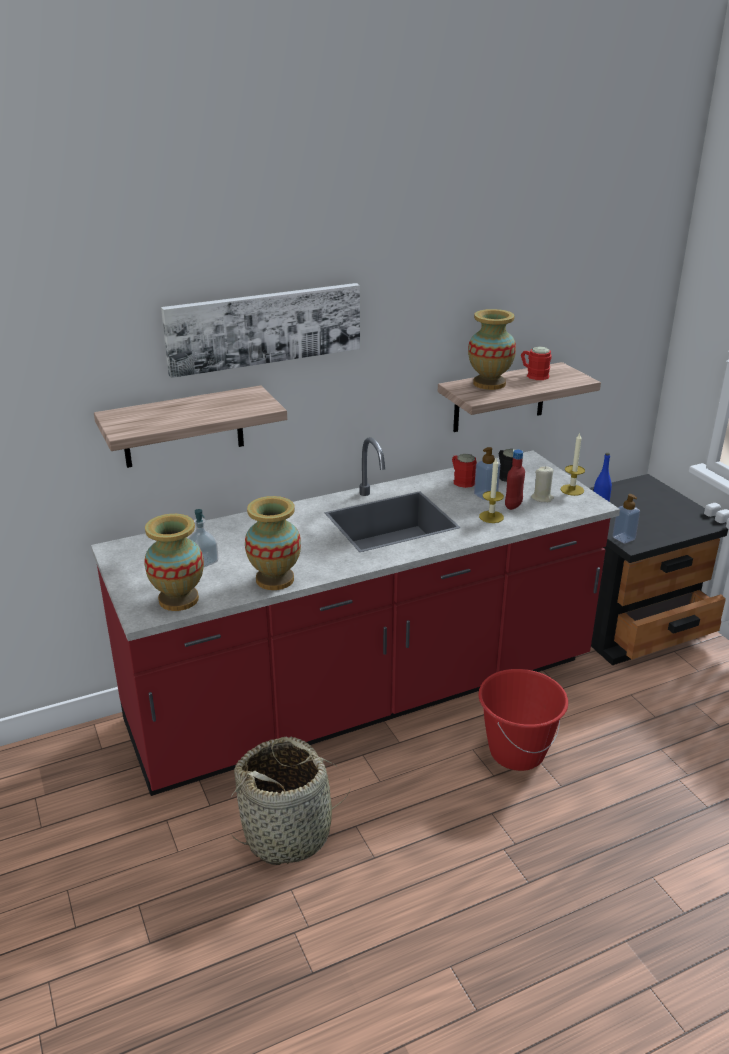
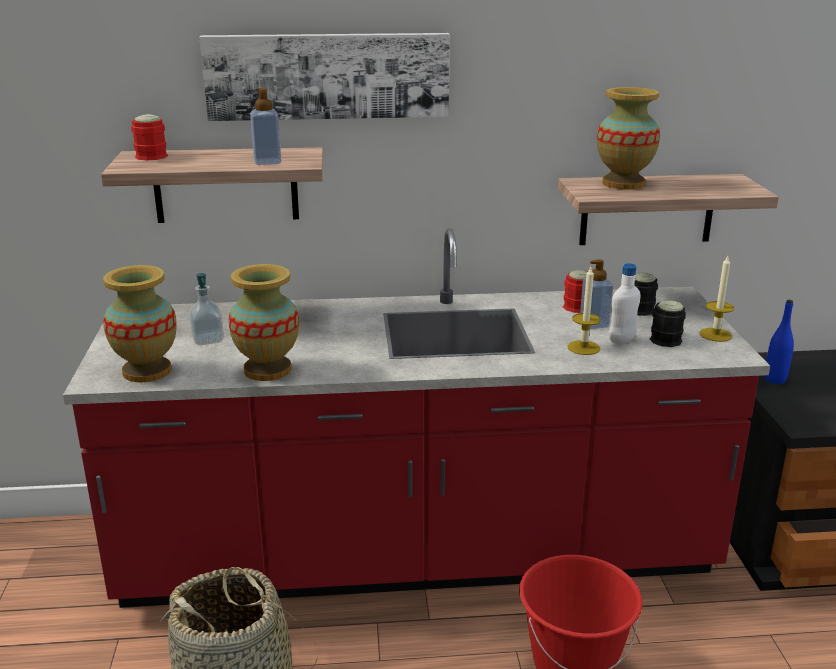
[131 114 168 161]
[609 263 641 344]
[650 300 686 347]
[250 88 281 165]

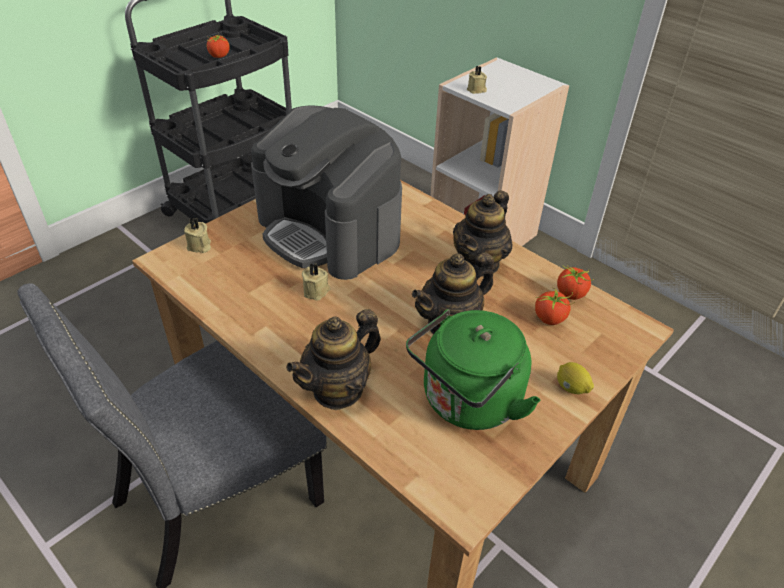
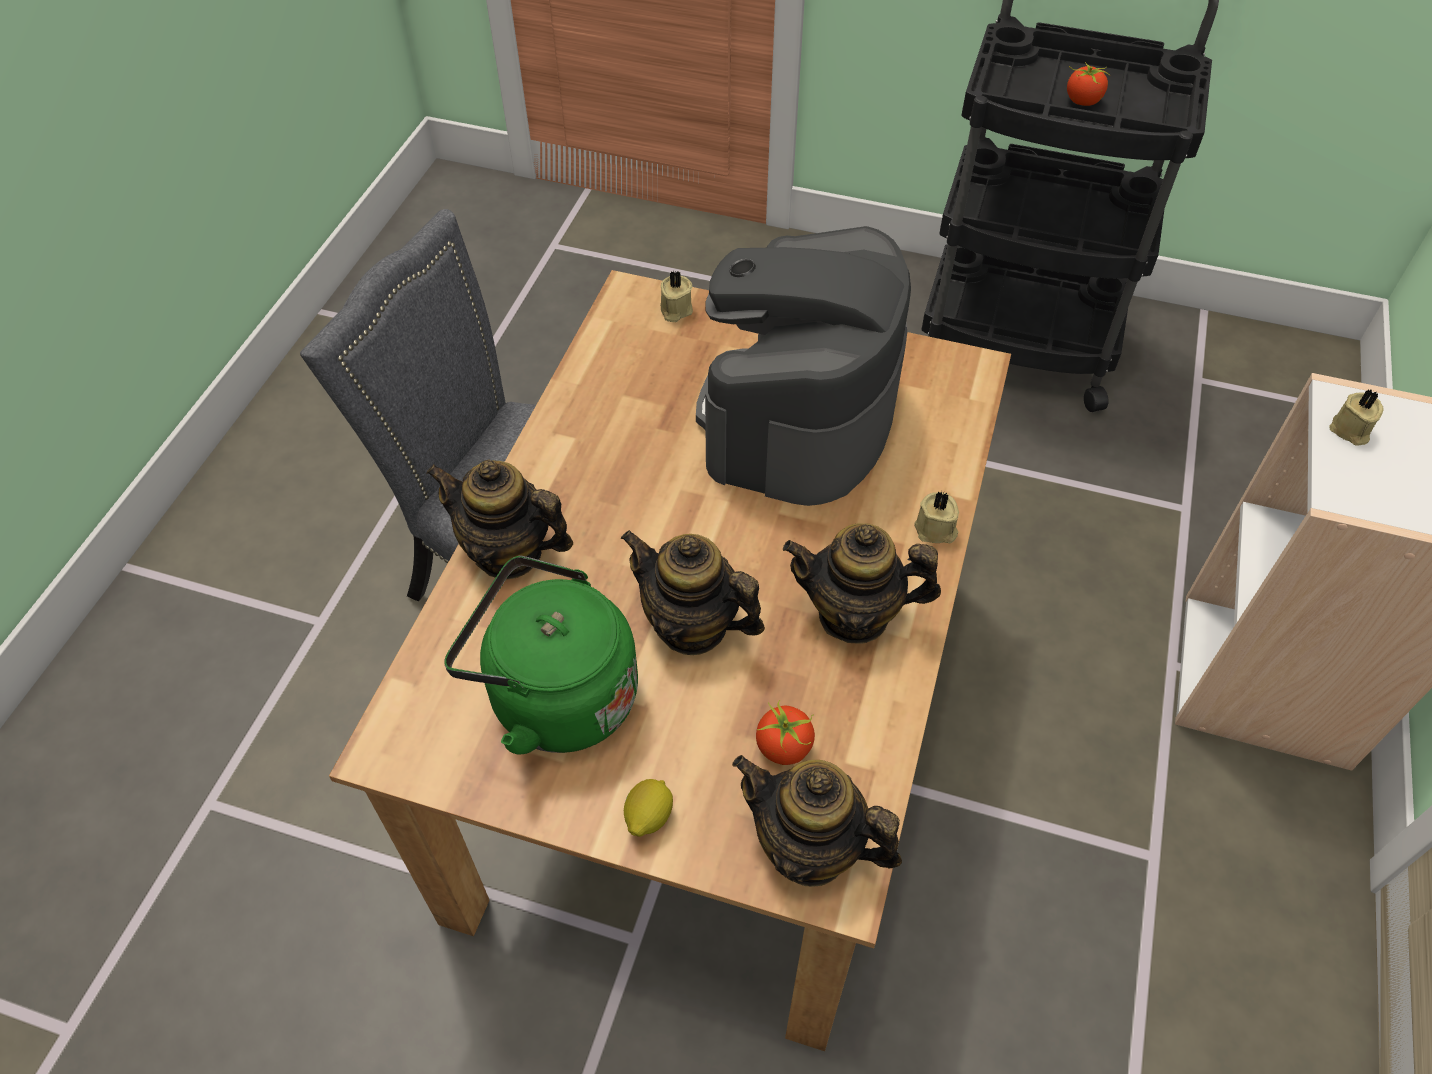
[914 492 959 543]
[557 265 594 300] (first image)
[732 755 902 887]

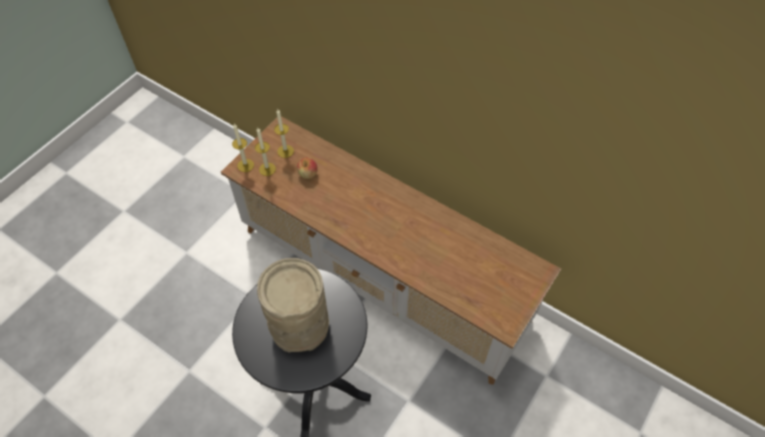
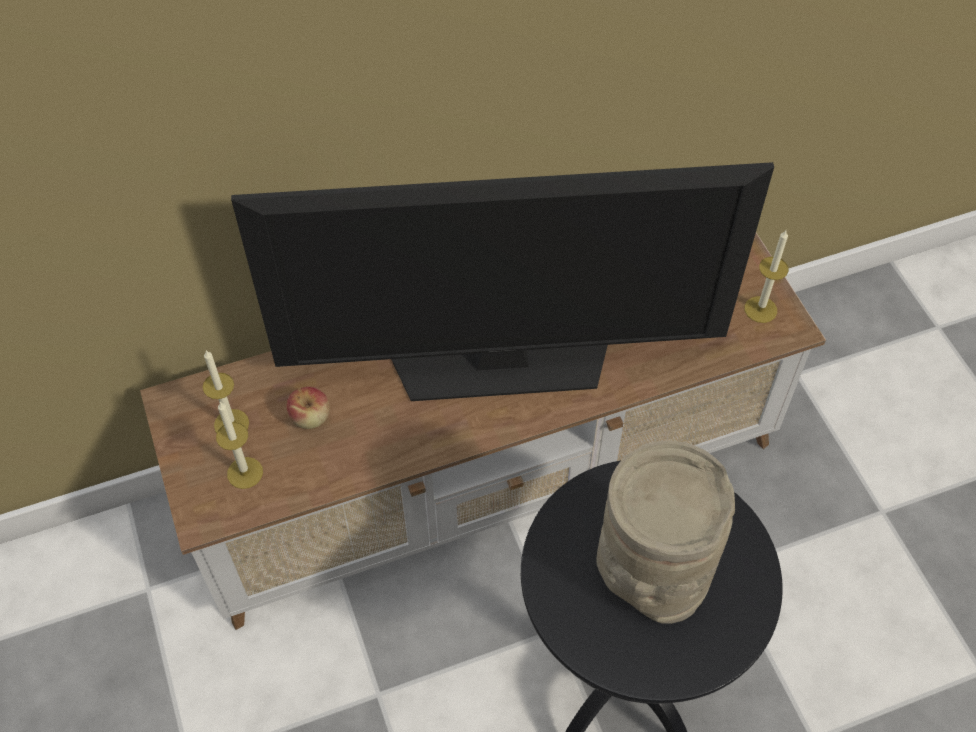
[745 230 789 323]
[231 162 774 401]

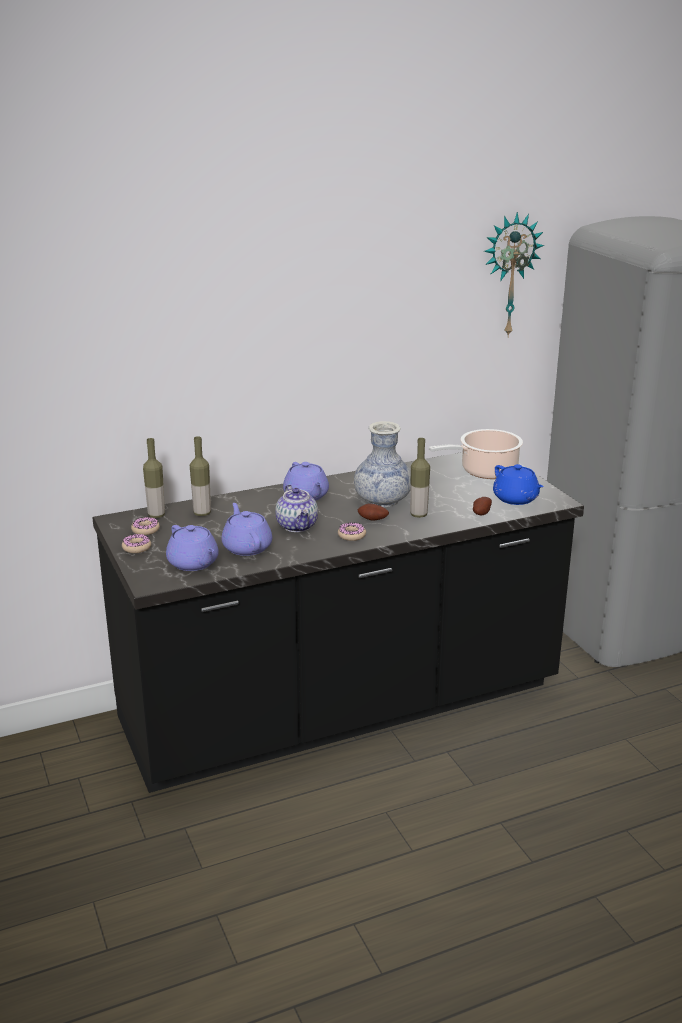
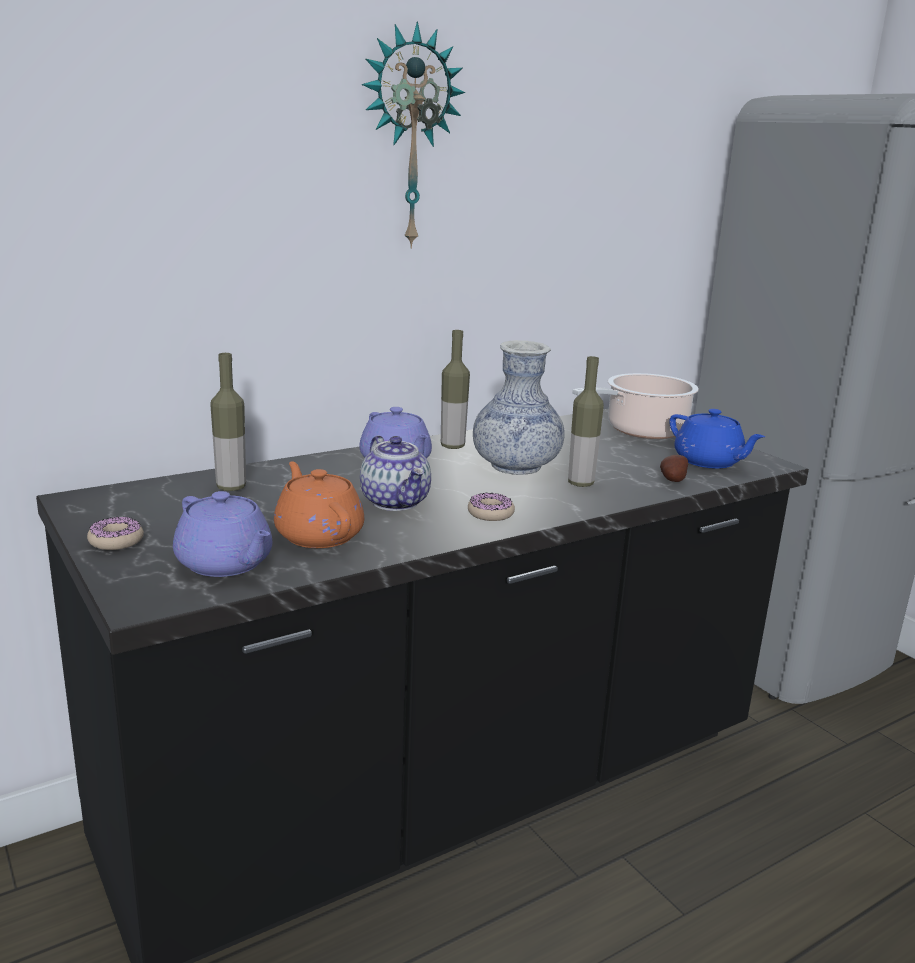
[362 22 465 248]
[441 330 470 449]
[274 461 364 548]
[357 503 389 521] (first image)
[131 517 160 535] (first image)

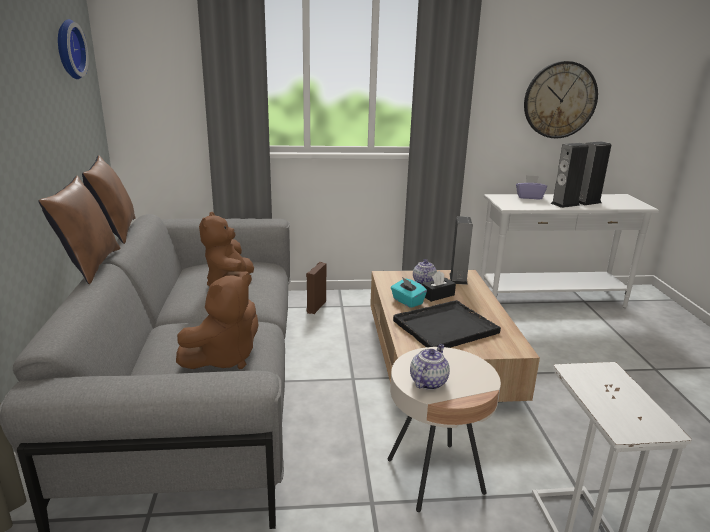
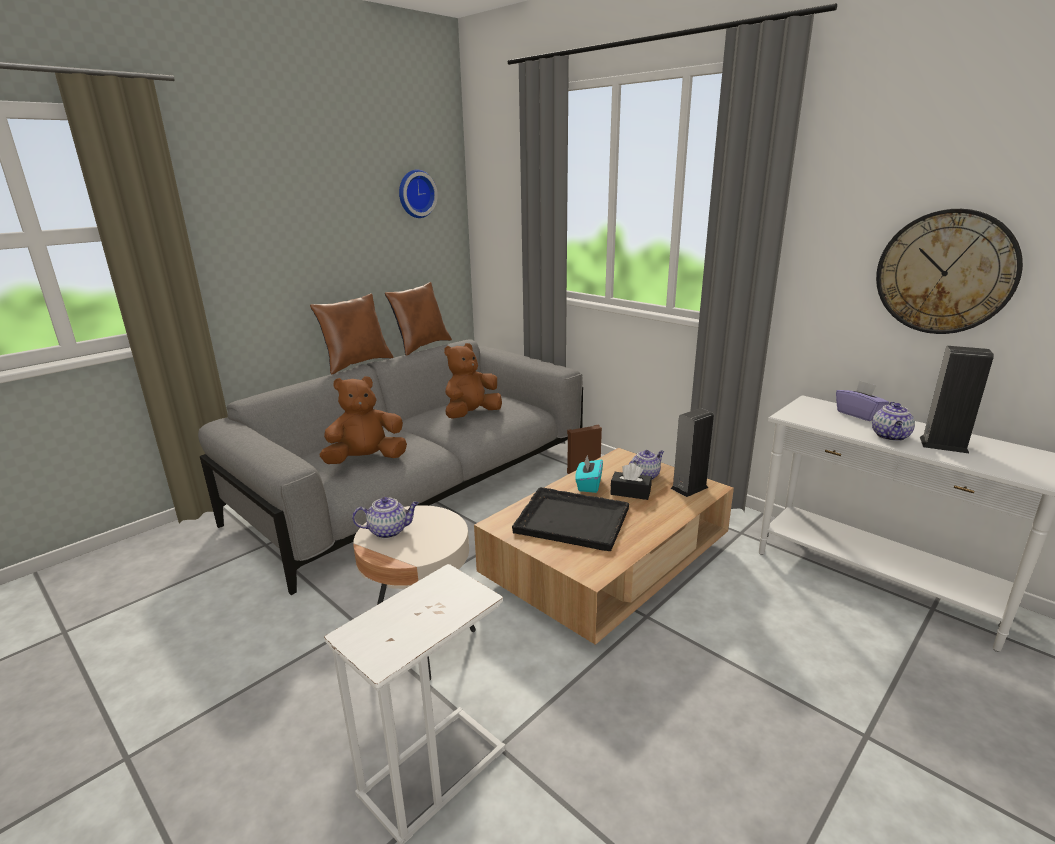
[872 402 915 441]
[319 376 407 464]

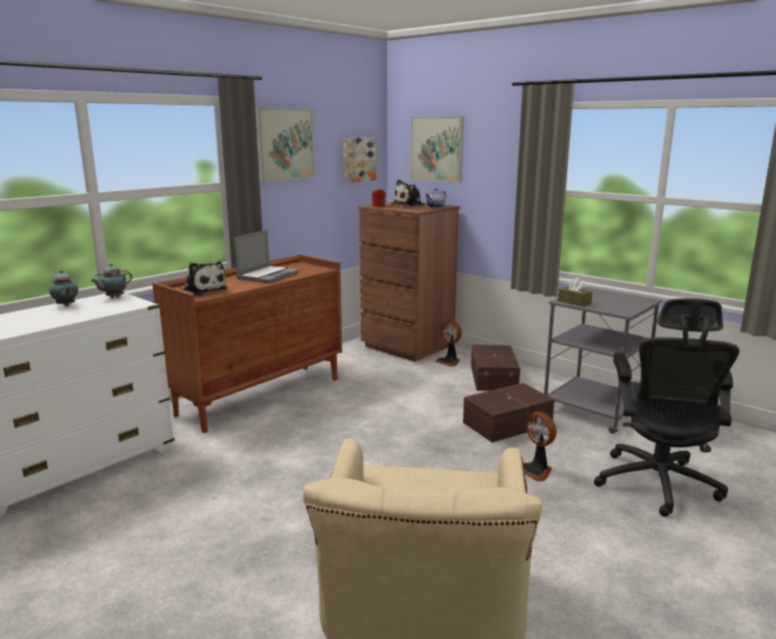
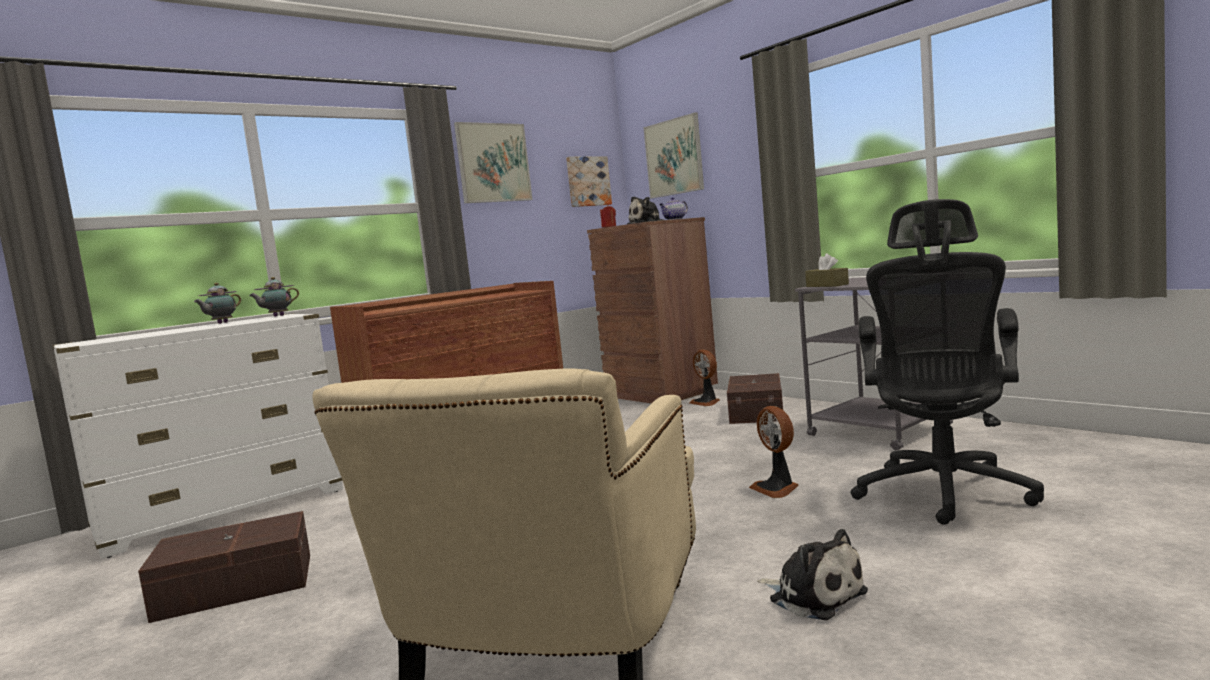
[234 230 299 283] (first image)
[757 529 868 620]
[194 283 241 324]
[138 511 310 623]

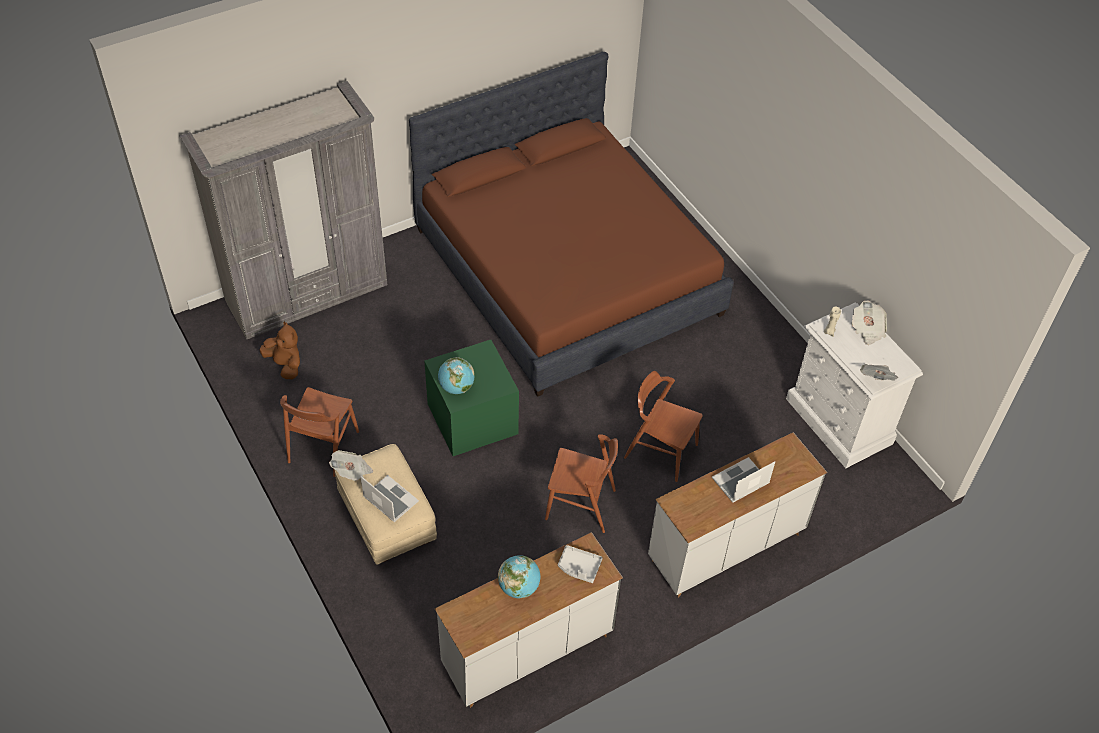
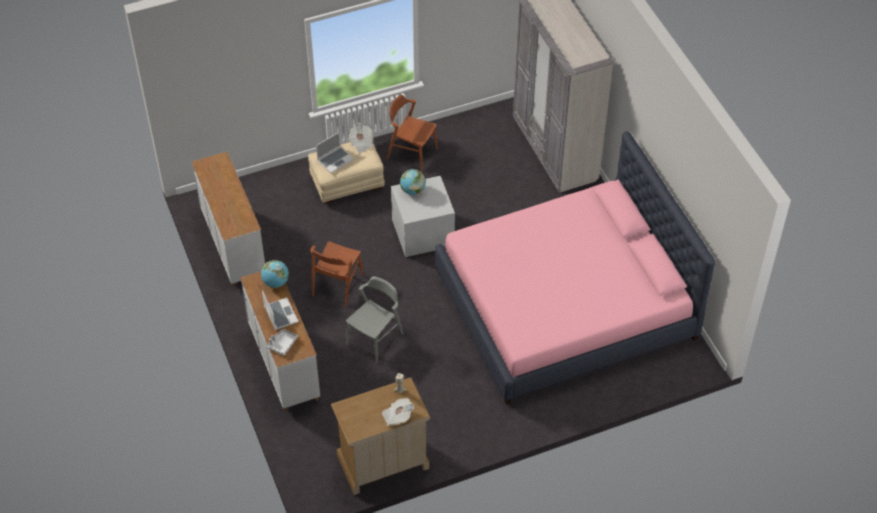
[435 131 715 405]
[331 377 430 495]
[260 322 300 379] (first image)
[391 176 455 257]
[860 364 899 381] (first image)
[346 277 403 363]
[267 329 298 356]
[261 260 289 288]

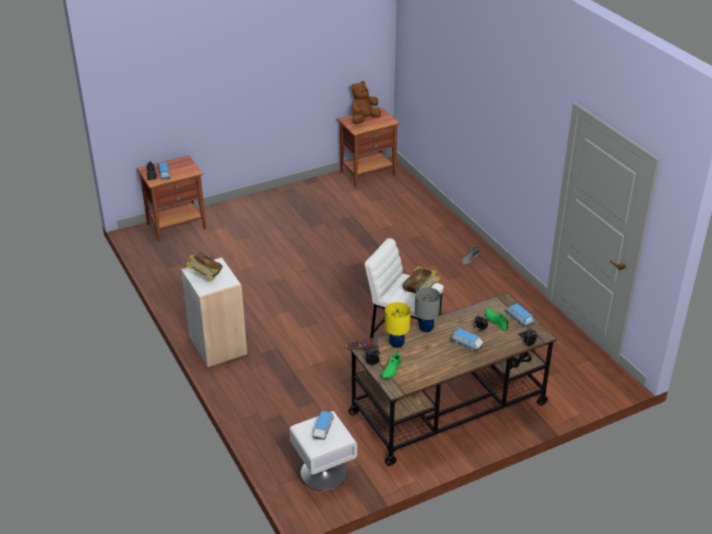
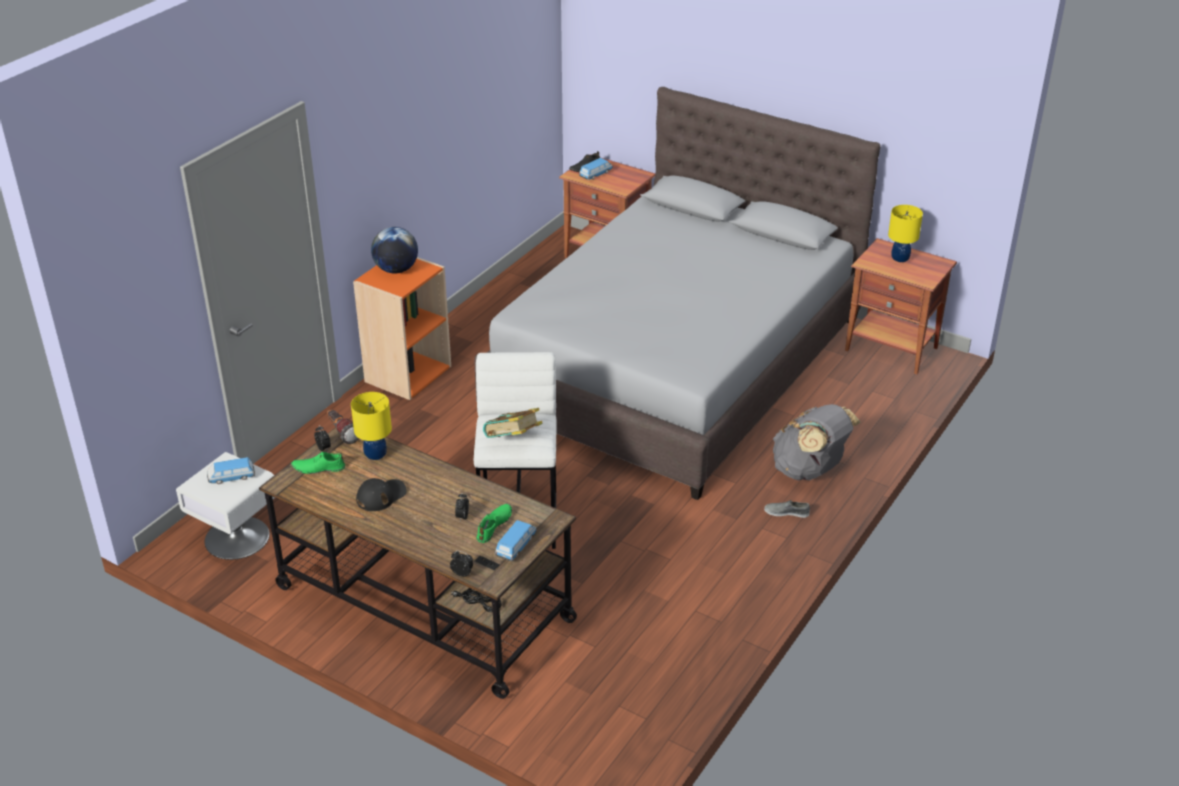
[888 205 923 262]
[371 227 418 273]
[353 257 451 400]
[415 287 441 332] (first image)
[451 328 484 351] (first image)
[474 87 880 500]
[773 404 861 480]
[356 478 407 511]

